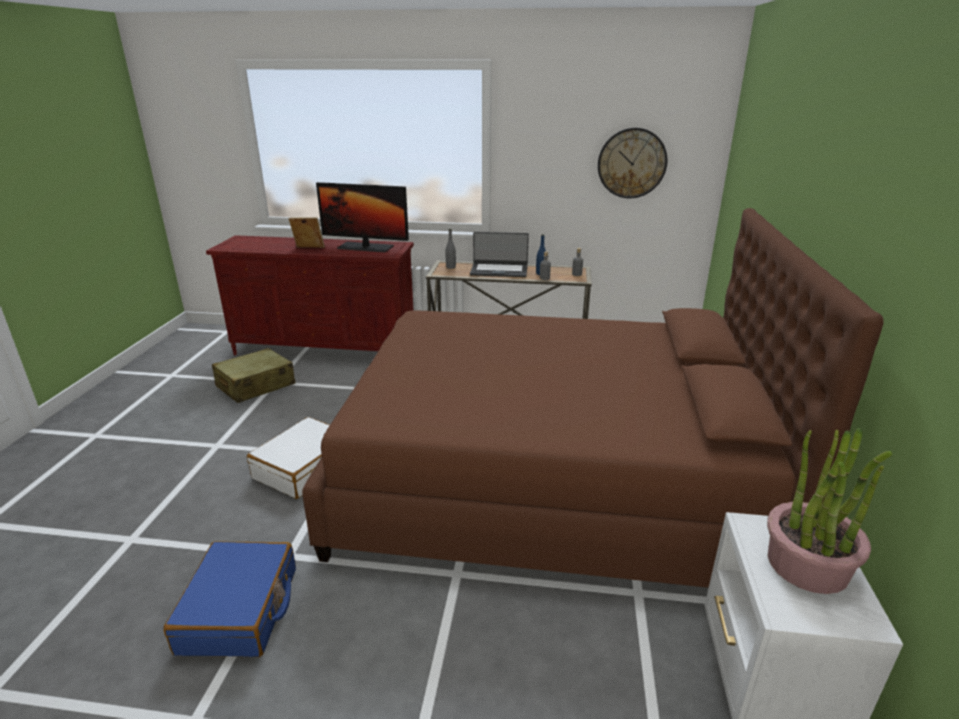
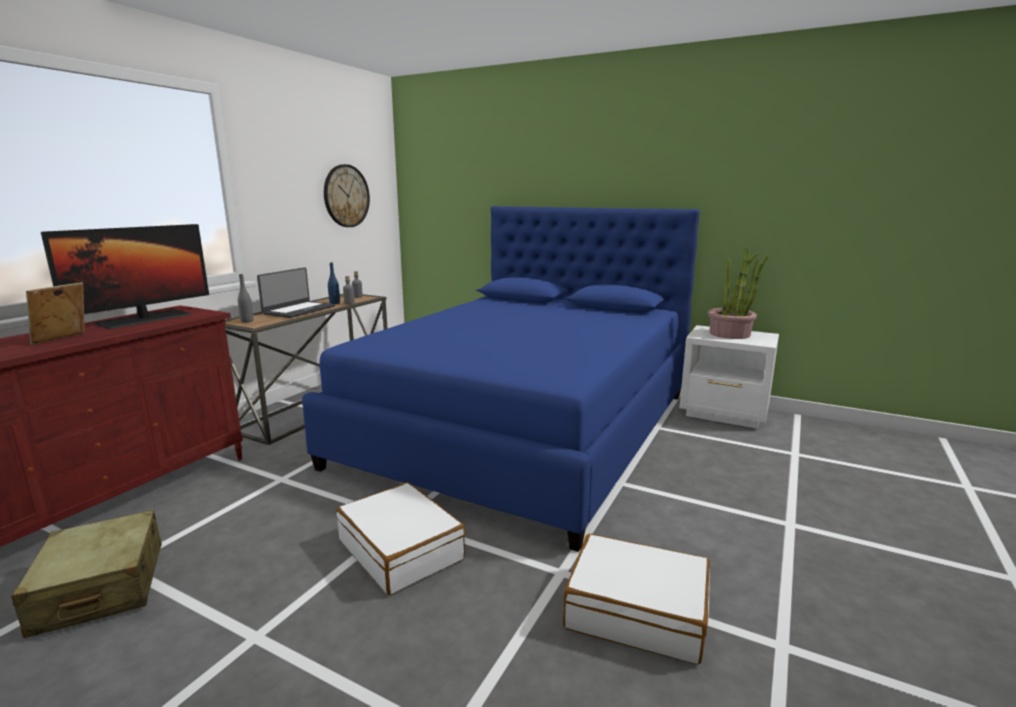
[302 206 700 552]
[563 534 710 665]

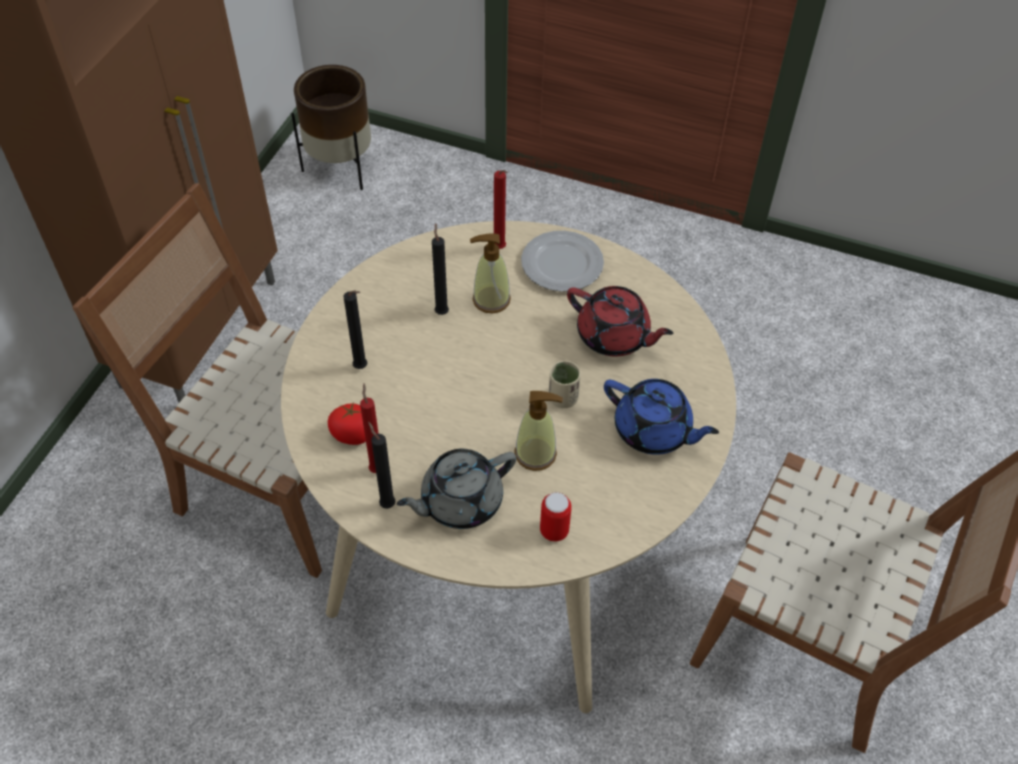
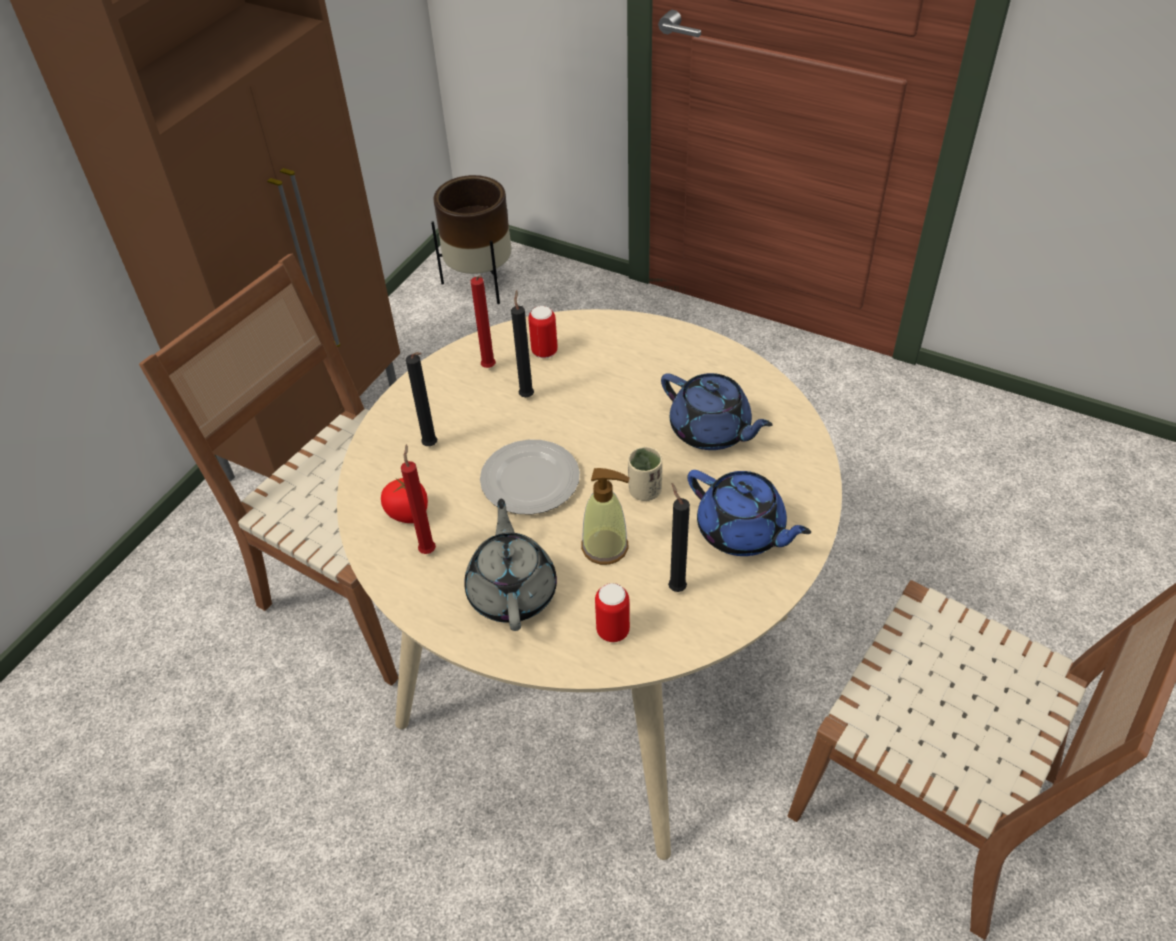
[471 275 496 368]
[480 440 580 515]
[470 233 511 314] (first image)
[661 373 773 450]
[668 483 690 592]
[464 499 557 631]
[528 306 558 358]

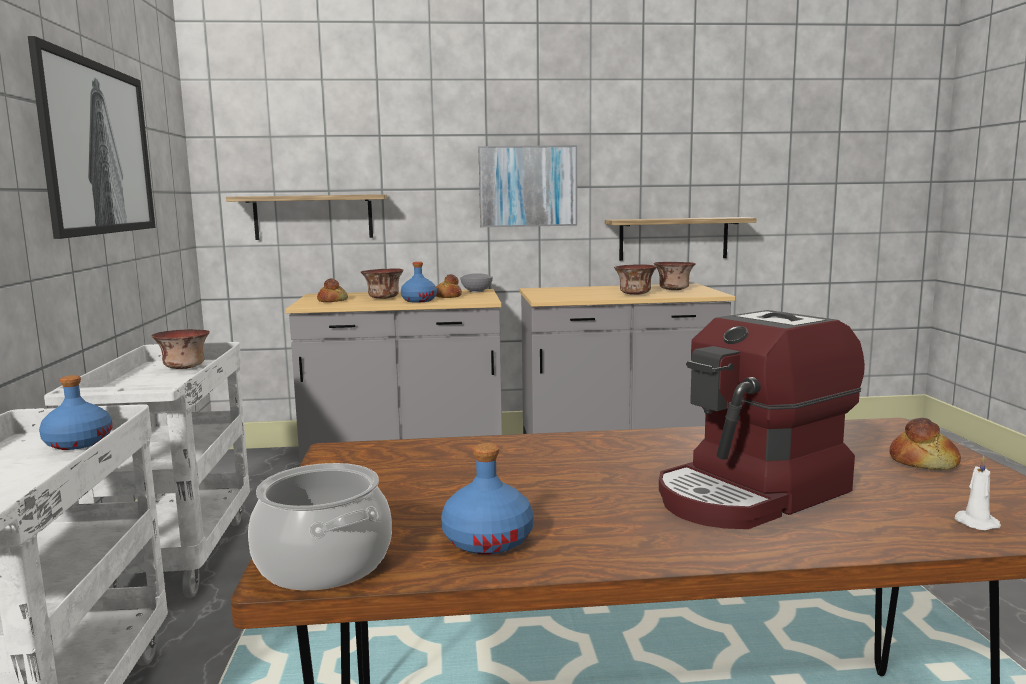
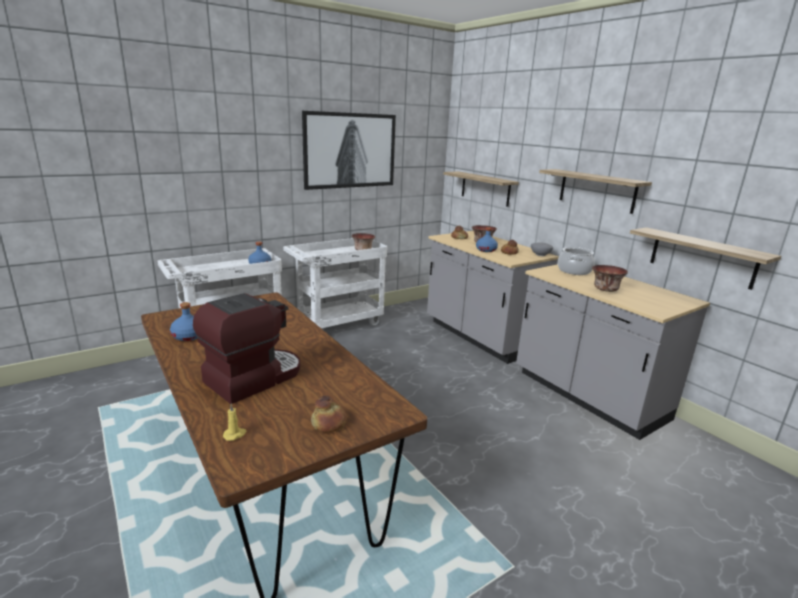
[539 169 652 214]
[654 262 696 290] (first image)
[193 293 300 404]
[223 403 247 441]
[558 247 595 275]

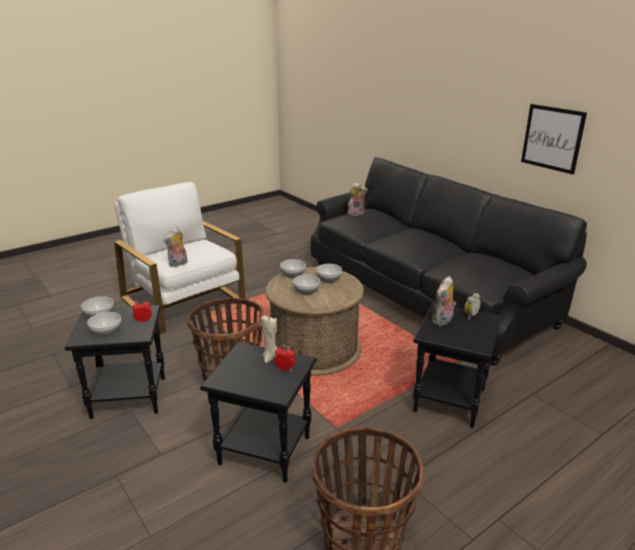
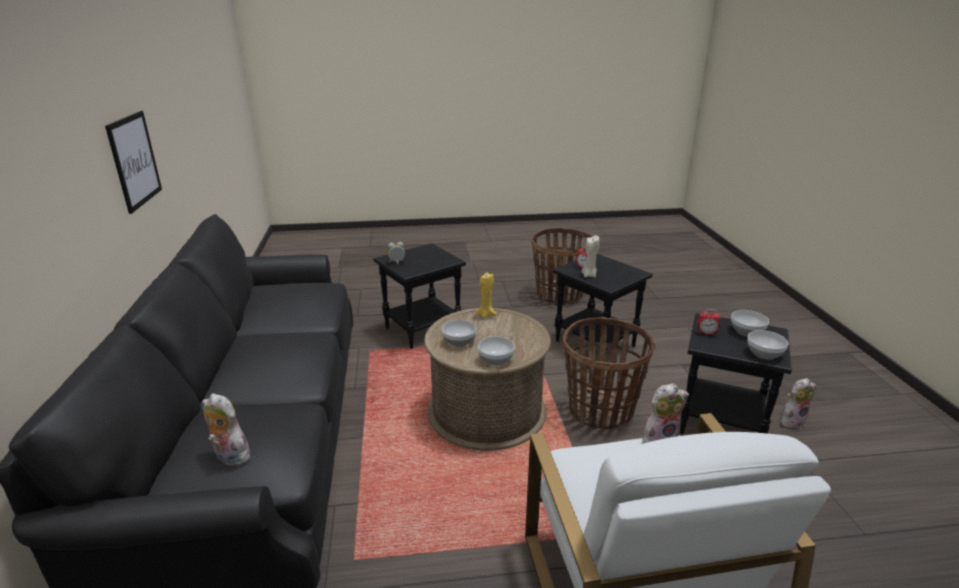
[293 275 320 295] (first image)
[780 378 816 428]
[476 272 497 318]

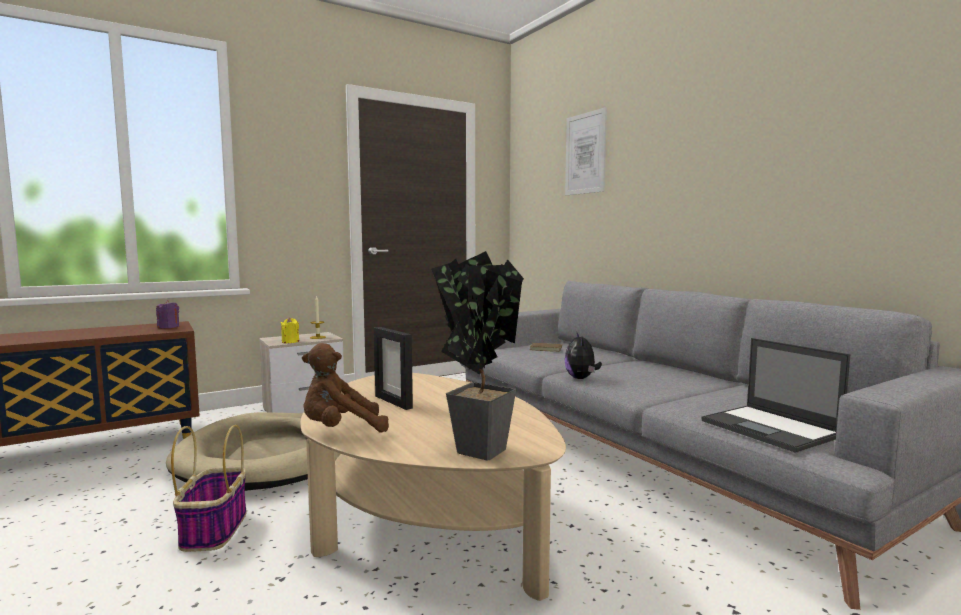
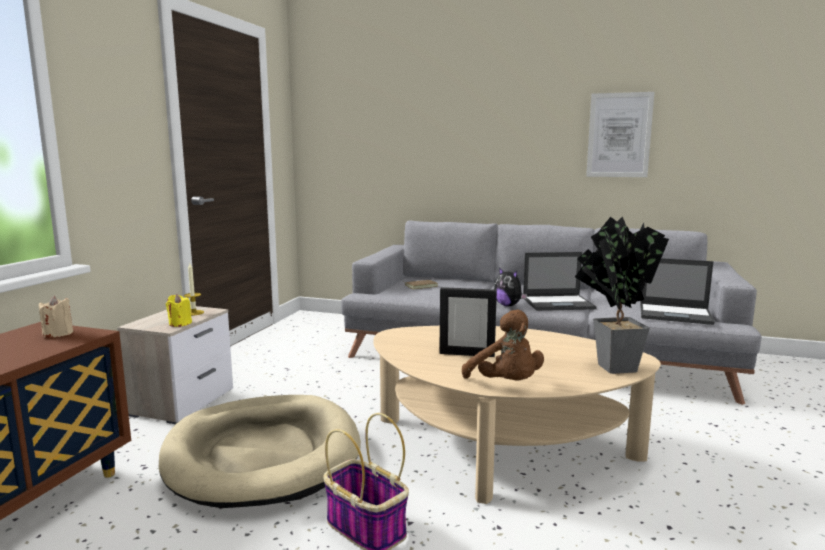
[586 92 655 177]
[39 296 73 337]
[462 310 544 381]
[523 252 597 311]

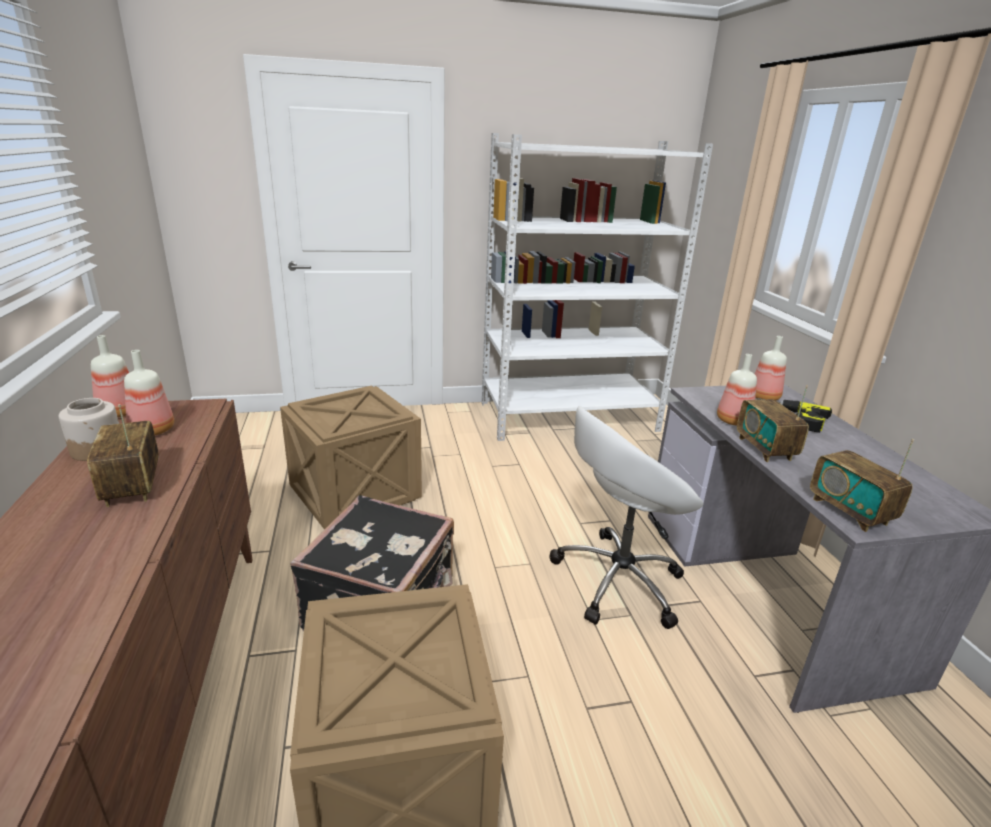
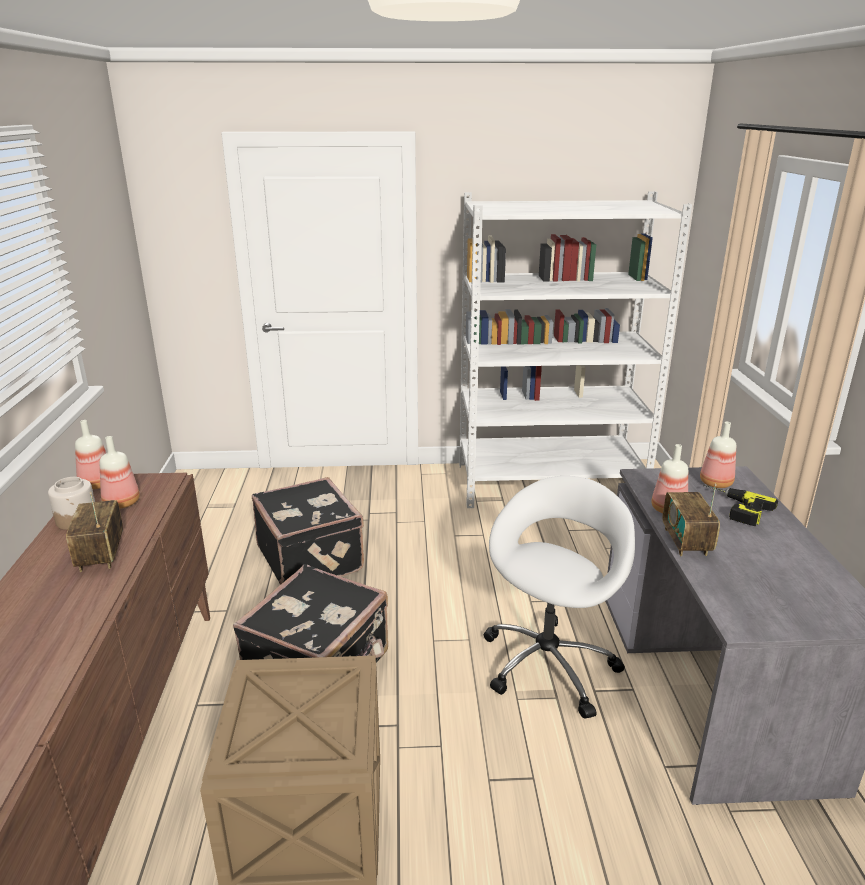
[252 477 364 585]
[484 476 635 718]
[810 439 914 532] (first image)

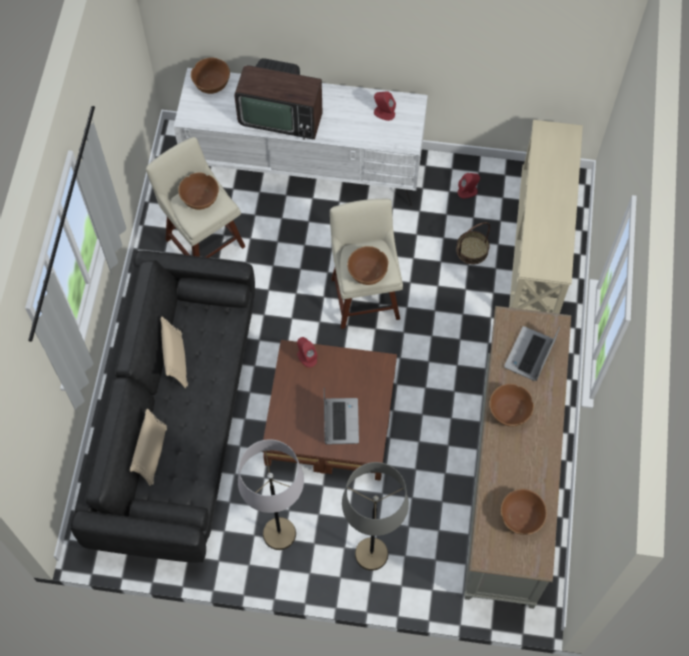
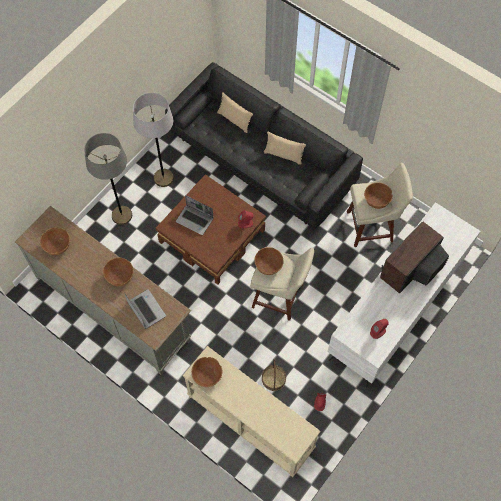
[191 357 222 387]

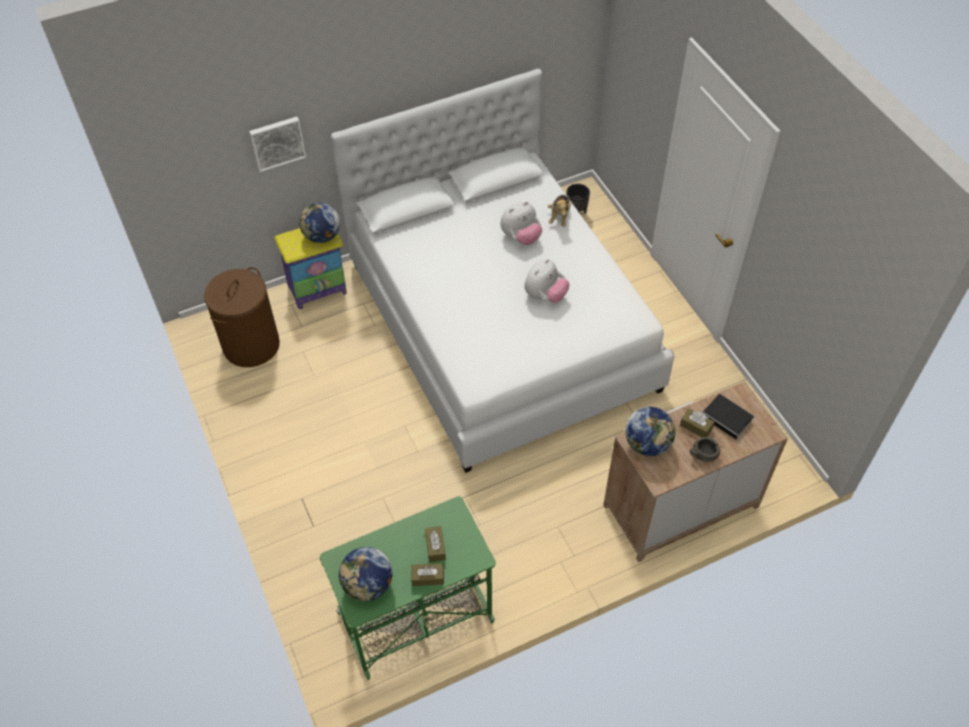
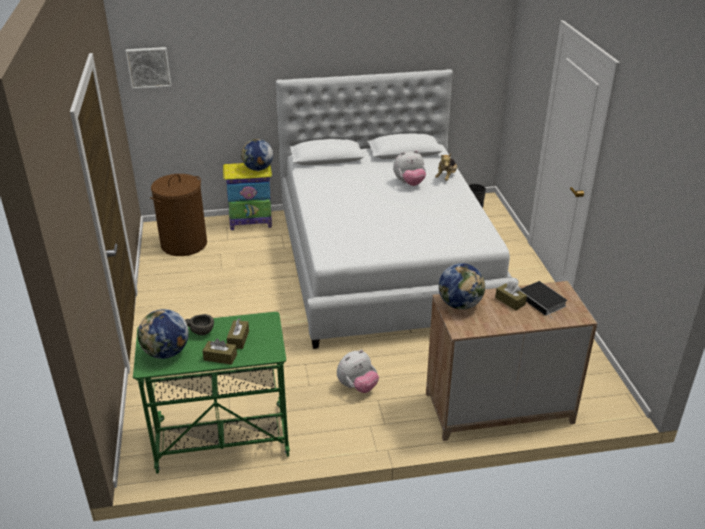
[126 47 171 89]
[337 350 379 393]
[185 314 214 335]

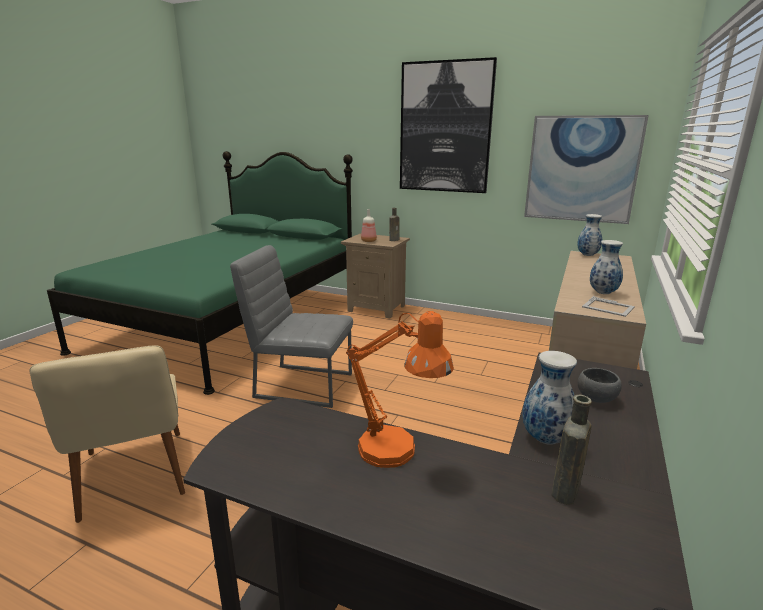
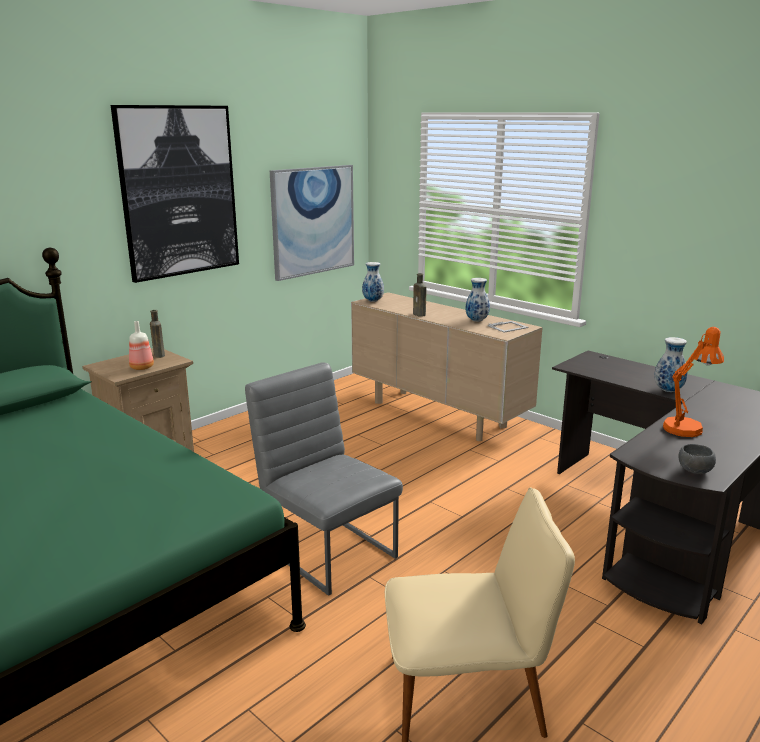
[245 362 403 596]
[678 444 716 474]
[413 273 427 317]

